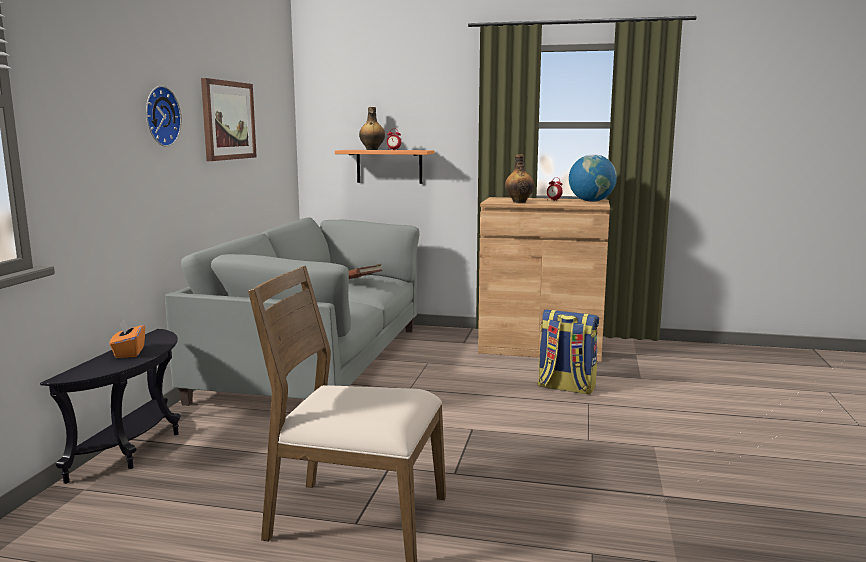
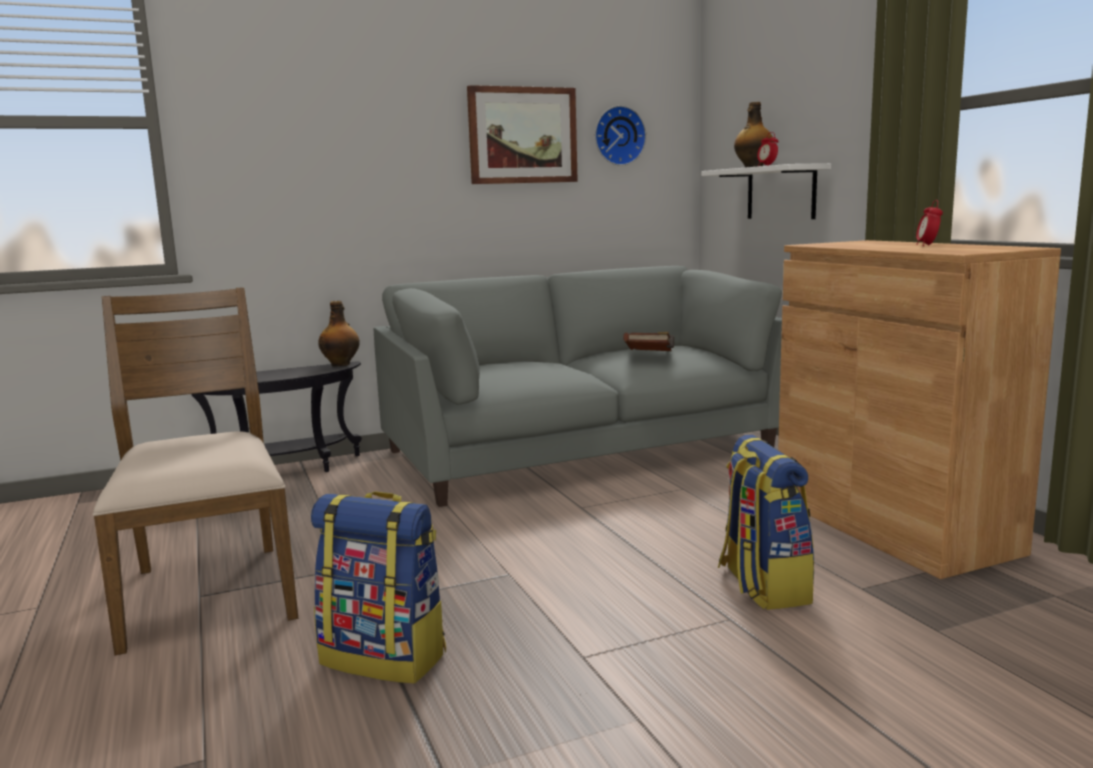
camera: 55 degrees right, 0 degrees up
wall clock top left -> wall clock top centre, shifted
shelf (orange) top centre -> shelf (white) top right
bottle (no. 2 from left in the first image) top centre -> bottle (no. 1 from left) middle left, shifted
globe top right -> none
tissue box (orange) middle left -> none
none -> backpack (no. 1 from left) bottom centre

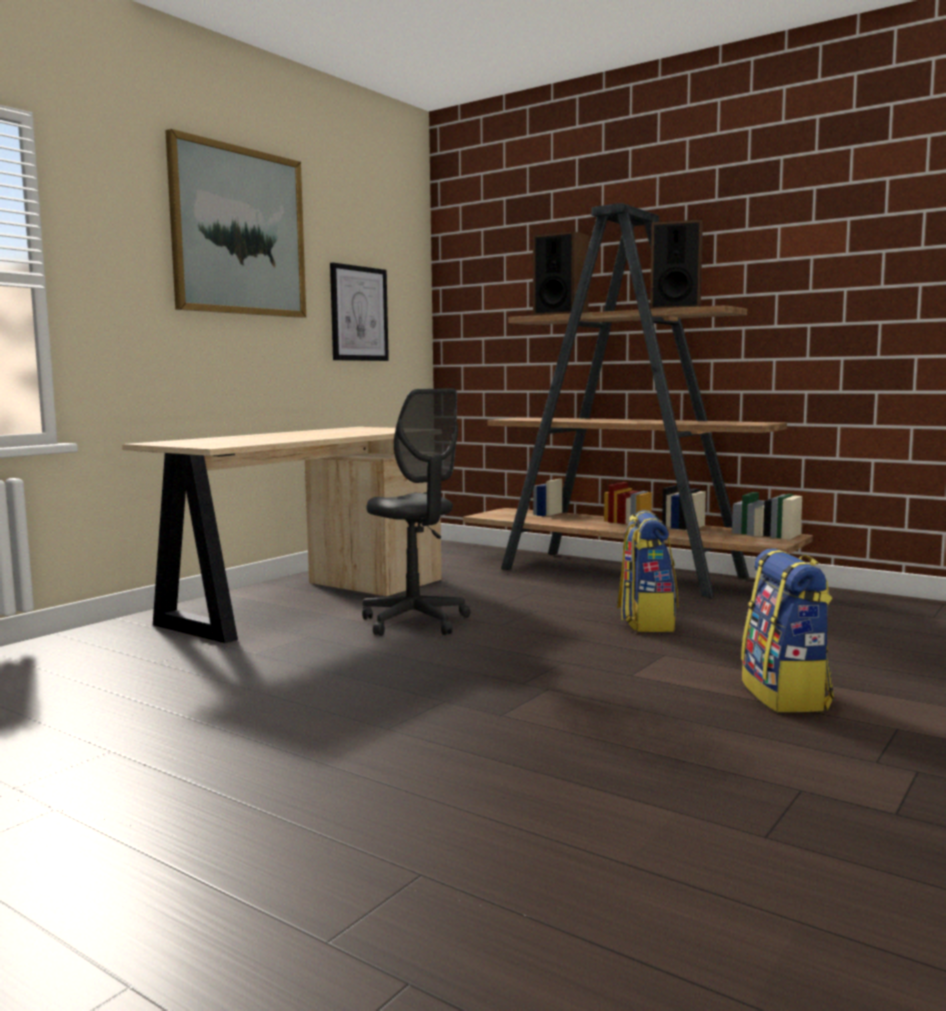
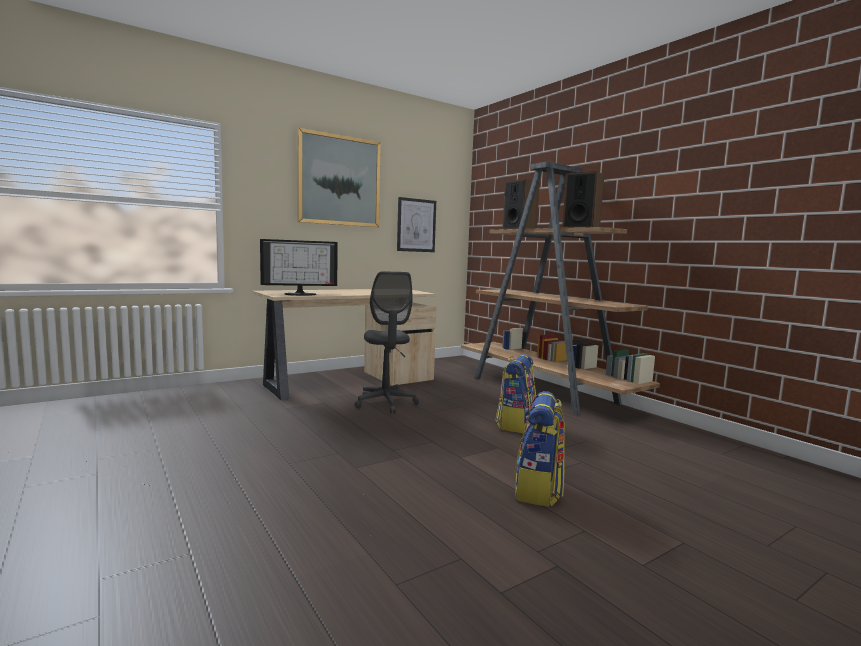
camera: 20 degrees right, 0 degrees up
none -> monitor centre

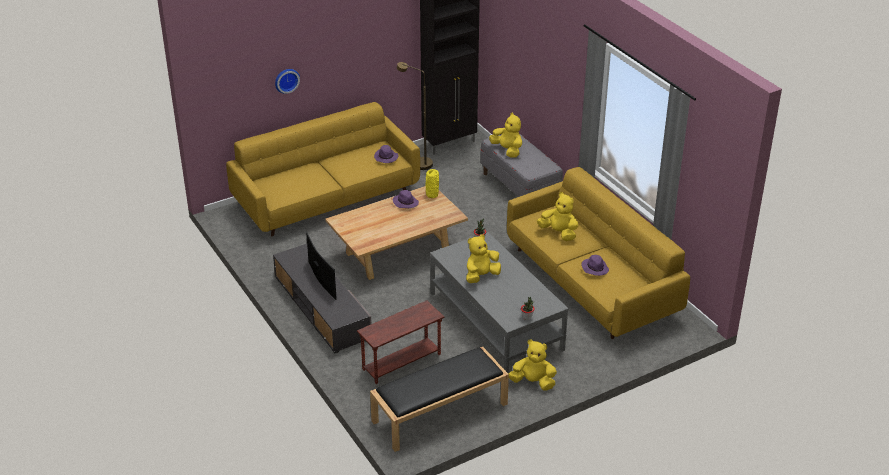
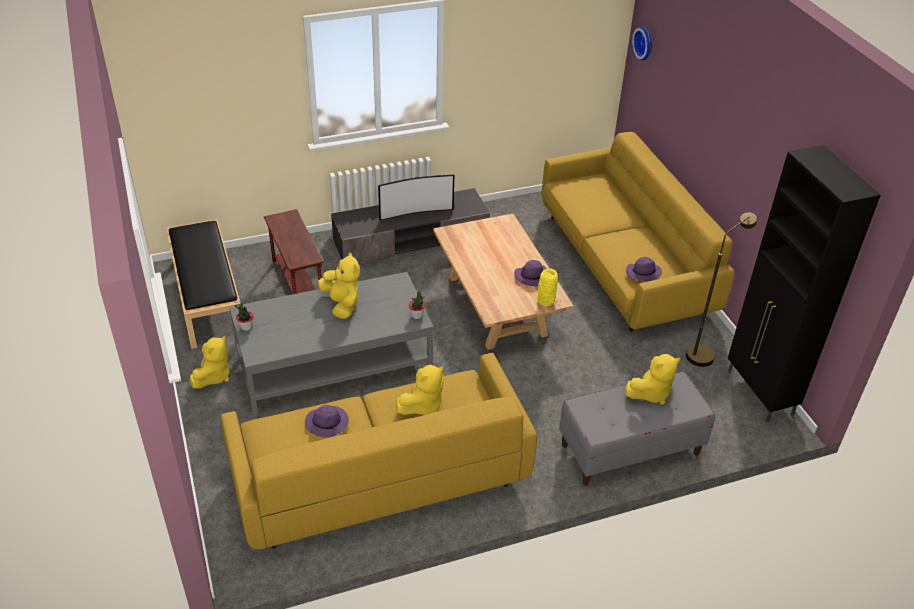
camera: 100 degrees right, 5 degrees up
wall clock top left -> wall clock top right, shifted

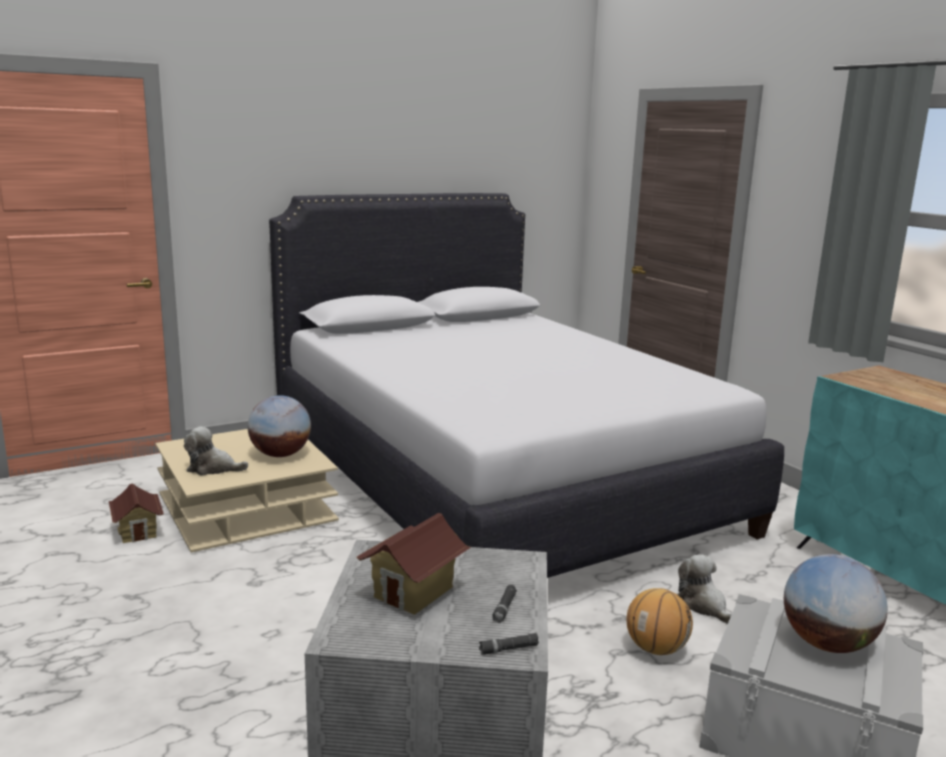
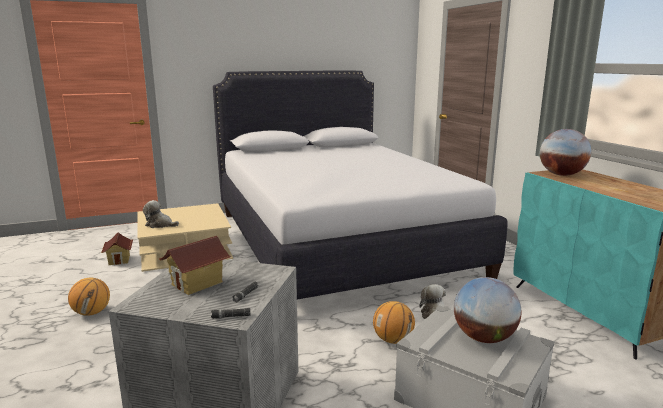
camera: 10 degrees right, 0 degrees up
globe (no. 1 from left in the first image) middle left -> globe (no. 2 from left) middle right, shifted
none -> basketball (no. 1 from left) bottom left

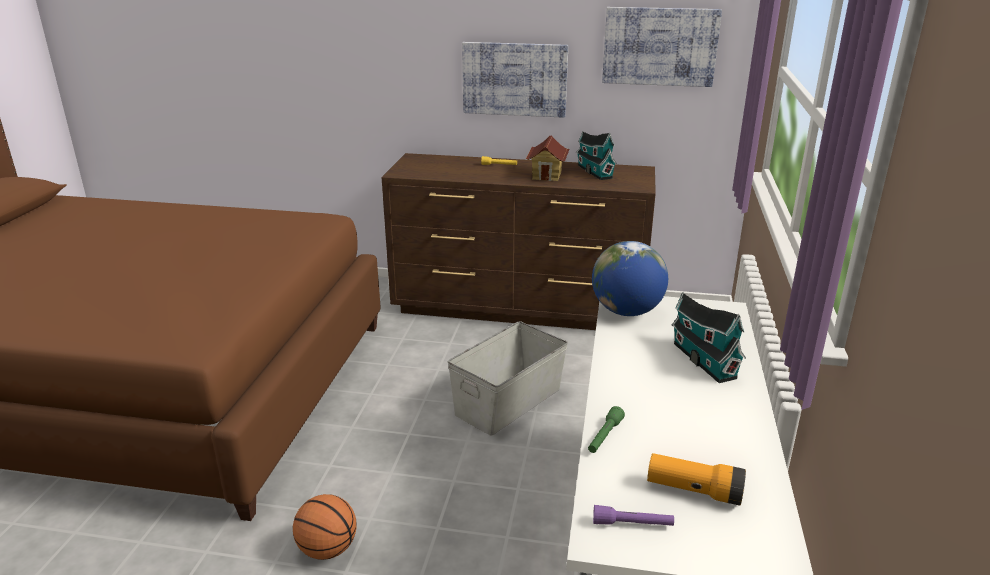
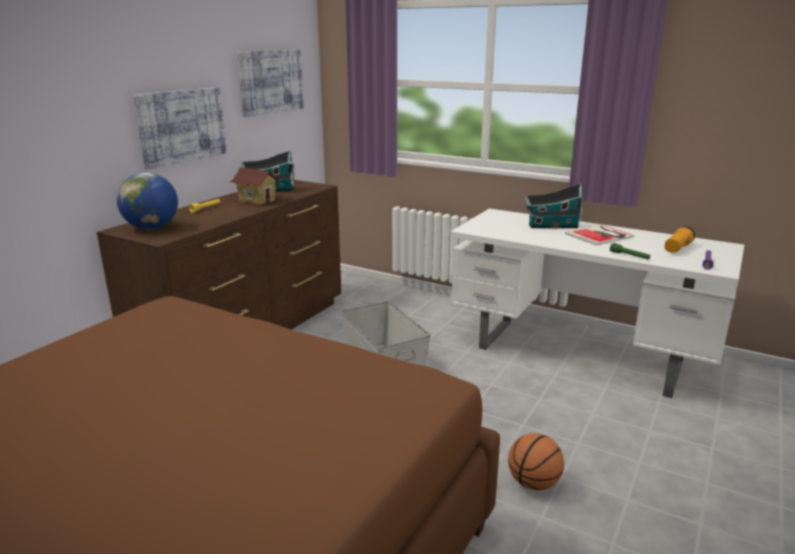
camera: 70 degrees left, 5 degrees down
globe centre -> globe middle left, shifted
none -> book middle right

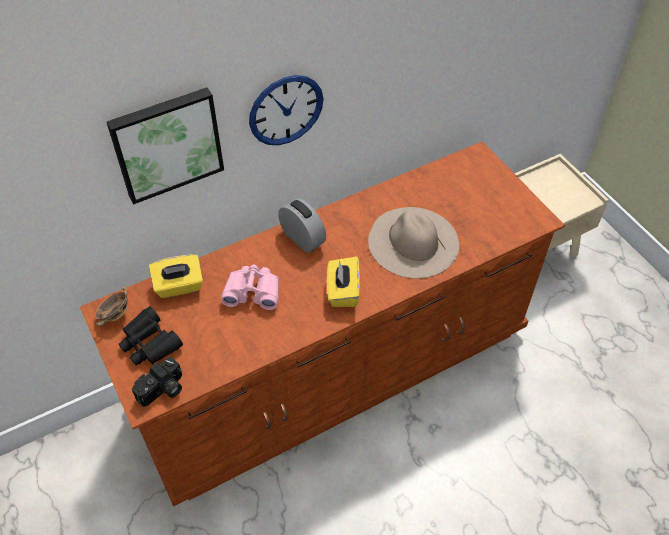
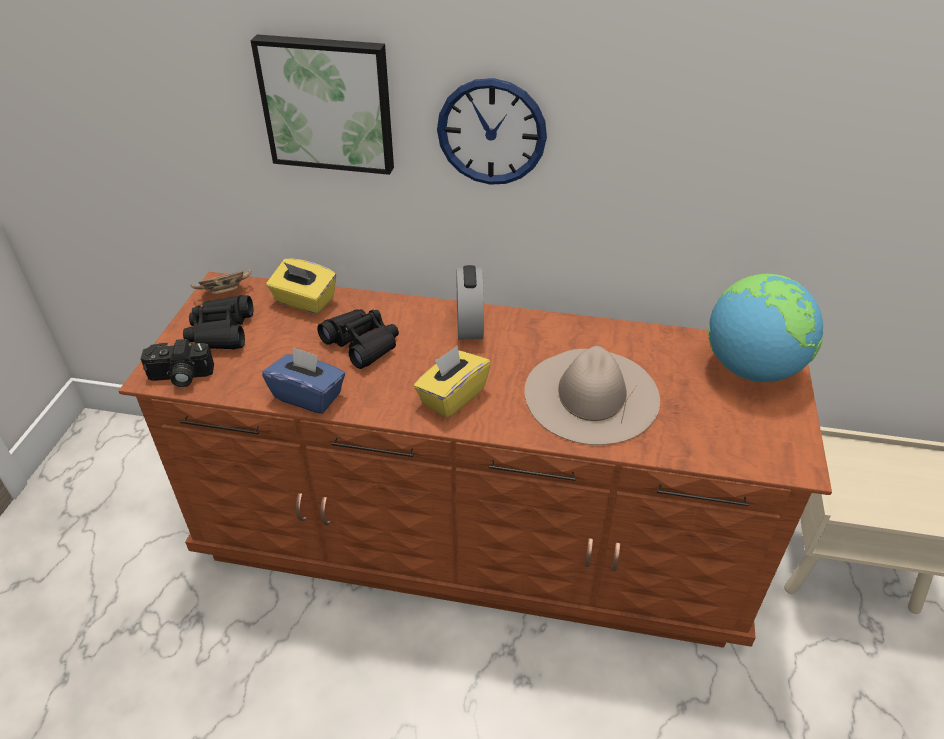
camera: 40 degrees right, 10 degrees down
binoculars (pink) centre -> binoculars (black) (no. 2 from left) centre
none -> globe middle right
none -> tissue box (blue) middle left

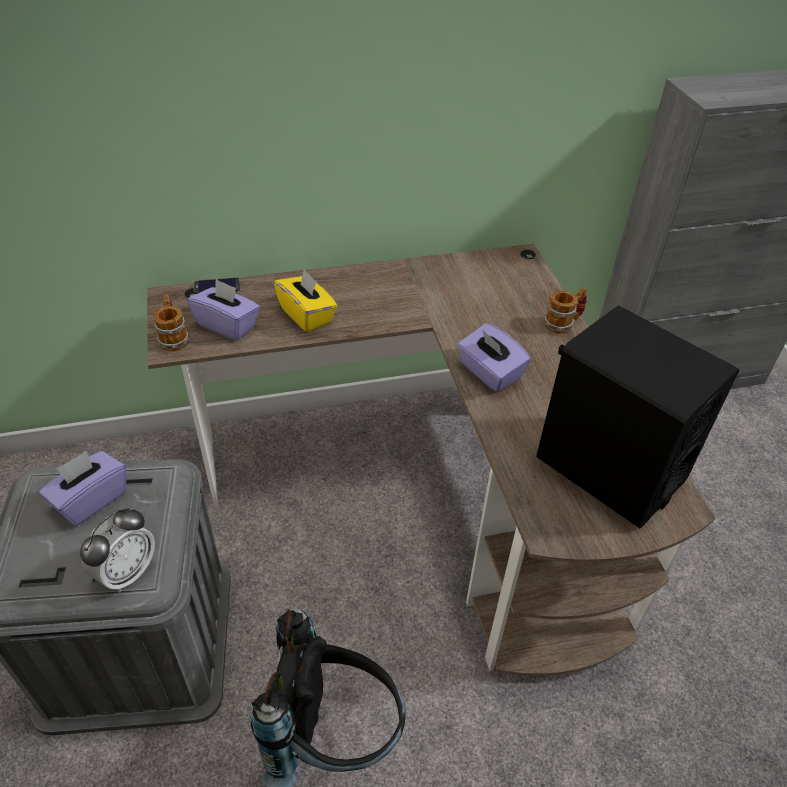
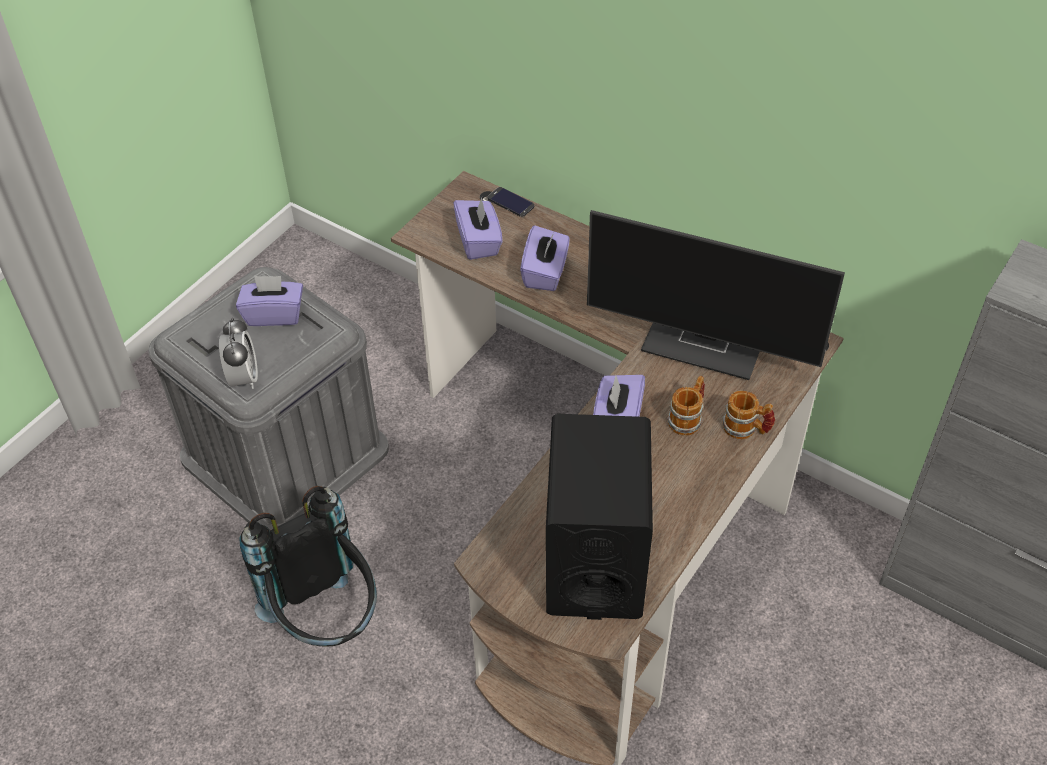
camera: 50 degrees right, 5 degrees up
tissue box (yellow) centre -> tissue box (purple) (no. 3 from left) centre
mug (no. 1 from left) middle left -> mug (no. 1 from left) centre, shifted
alarm clock bottom left -> alarm clock middle left, 90 degrees counterclockwise
none -> monitor middle right

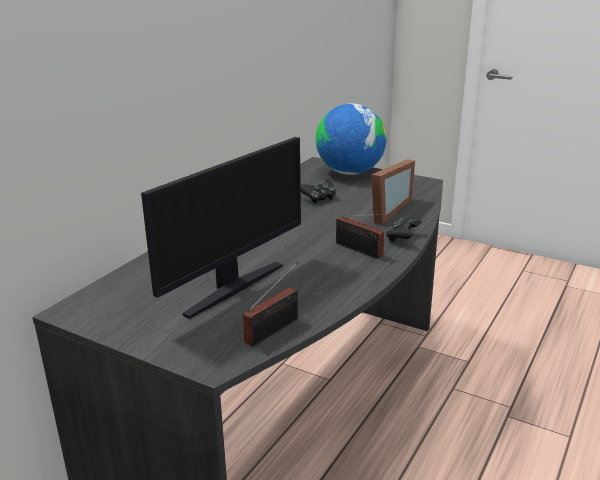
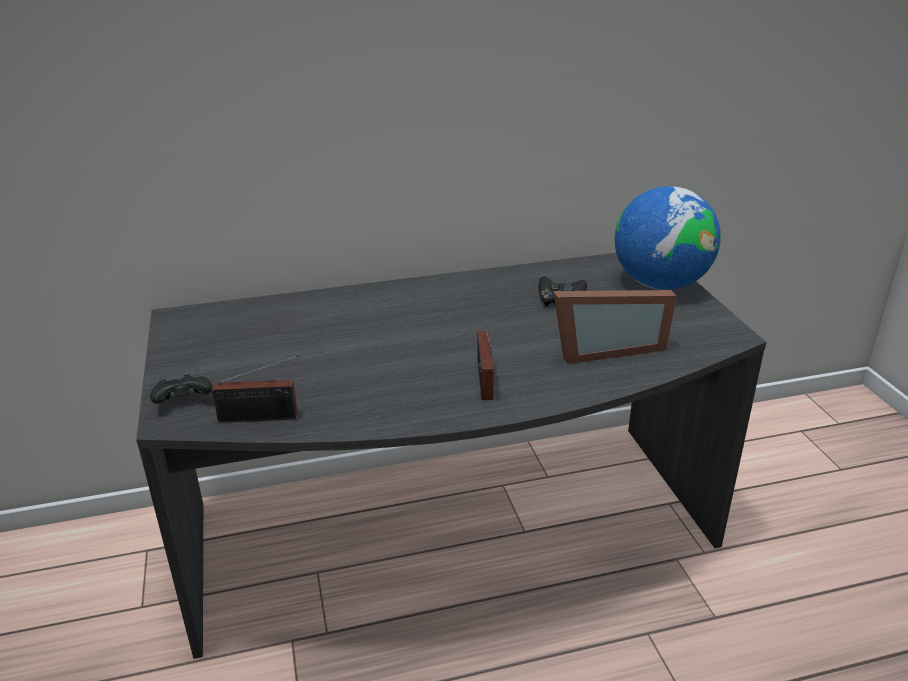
camera: 45 degrees right, 5 degrees up
monitor centre -> none
game controller (black) (no. 2 from left in the first image) middle right -> game controller (black) (no. 1 from left) middle left, shifted

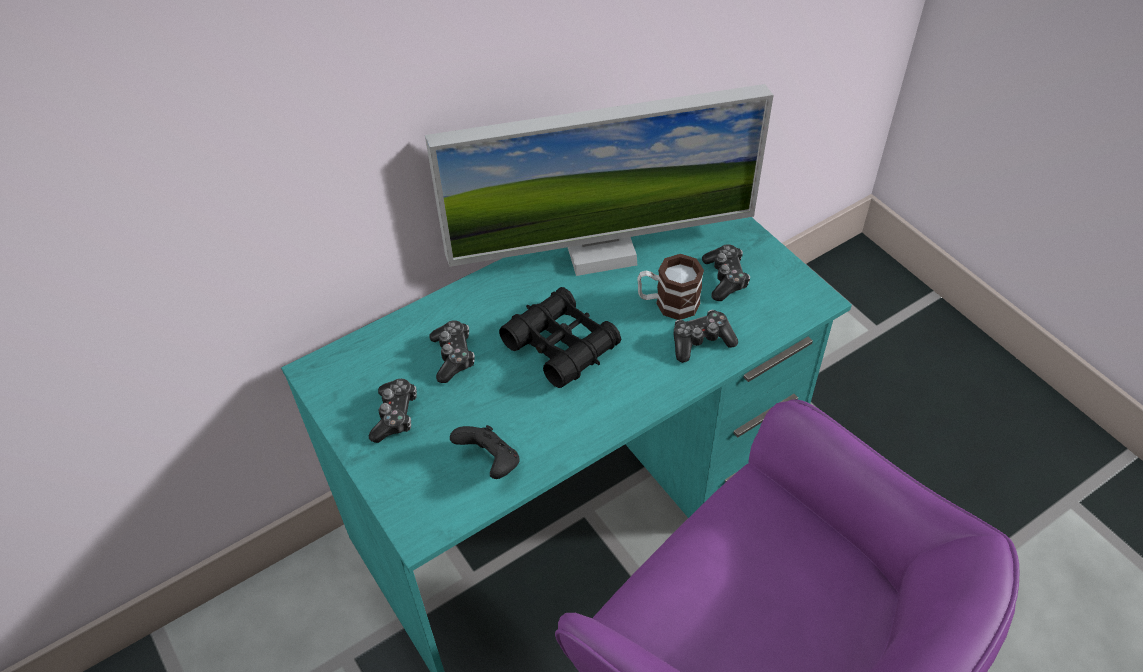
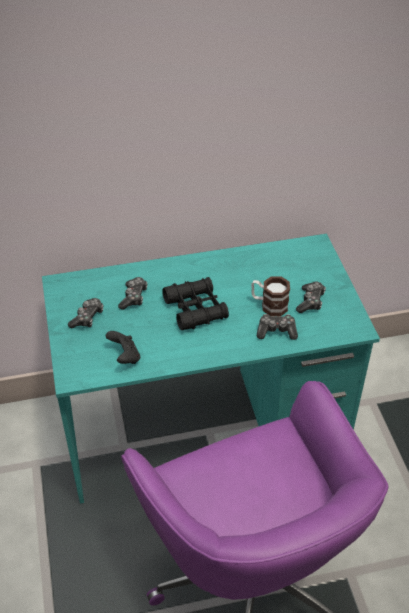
camera: 20 degrees right, 5 degrees down
monitor top centre -> none

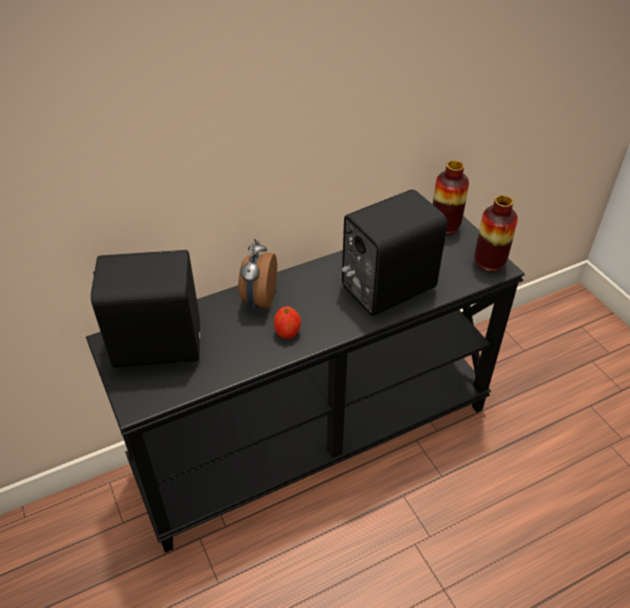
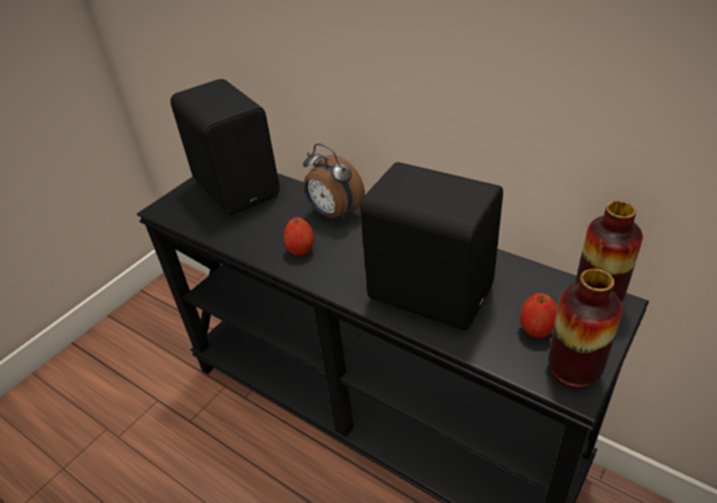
camera: 65 degrees right, 5 degrees down
alarm clock centre, 120 degrees counterclockwise
none -> apple (no. 2 from left) middle right

